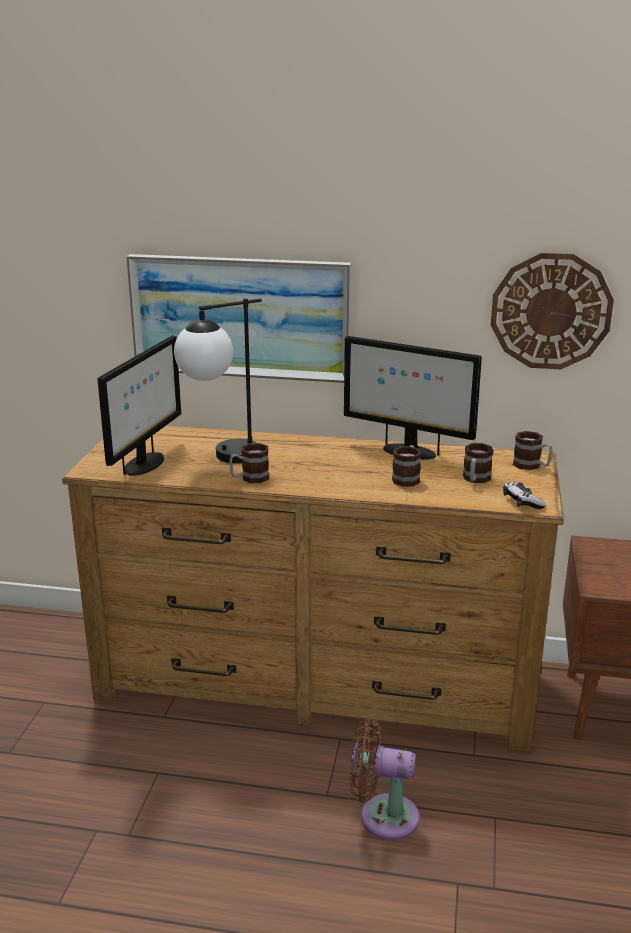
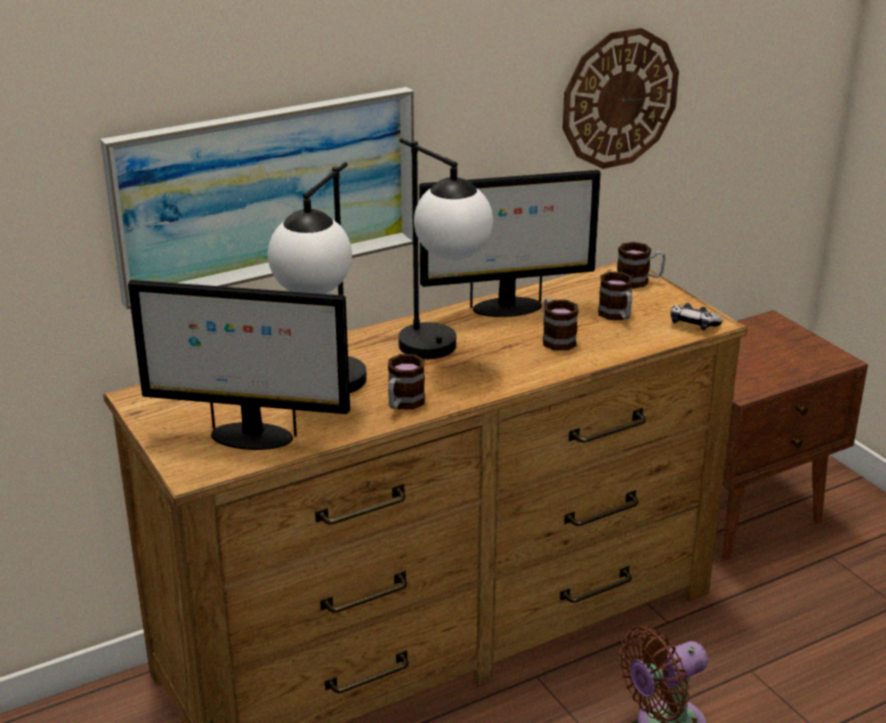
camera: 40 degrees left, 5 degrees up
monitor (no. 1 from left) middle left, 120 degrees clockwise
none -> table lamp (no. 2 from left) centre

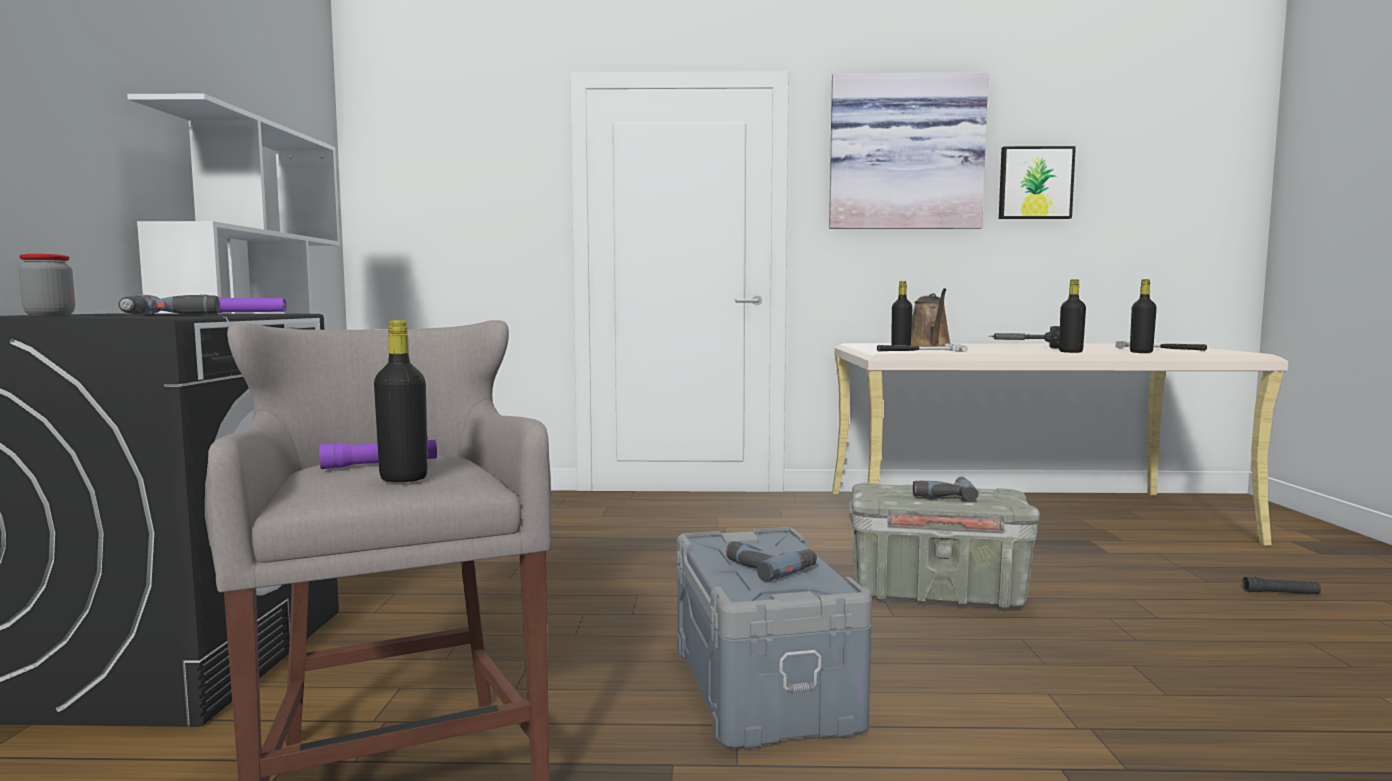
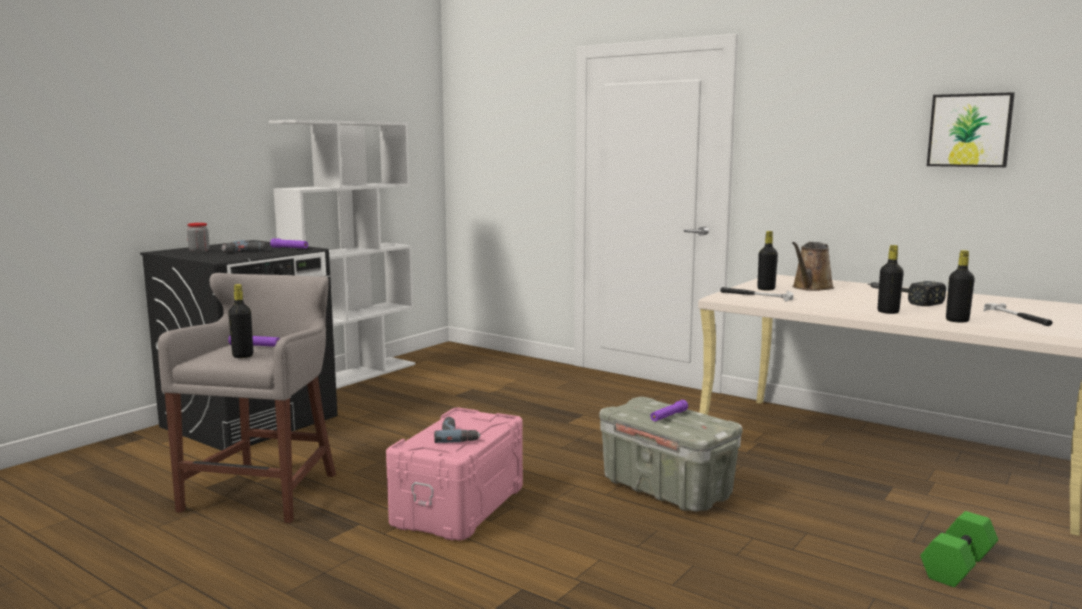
camera: 35 degrees right, 5 degrees up
picture (no. 1 from left) top centre -> none
power drill (no. 3 from left) middle right -> flashlight (purple) (no. 3 from left) bottom centre
storage box (grey) (no. 1 from left) bottom centre -> storage box (pink) bottom centre
flashlight (black) bottom right -> dumbbell (green) bottom right

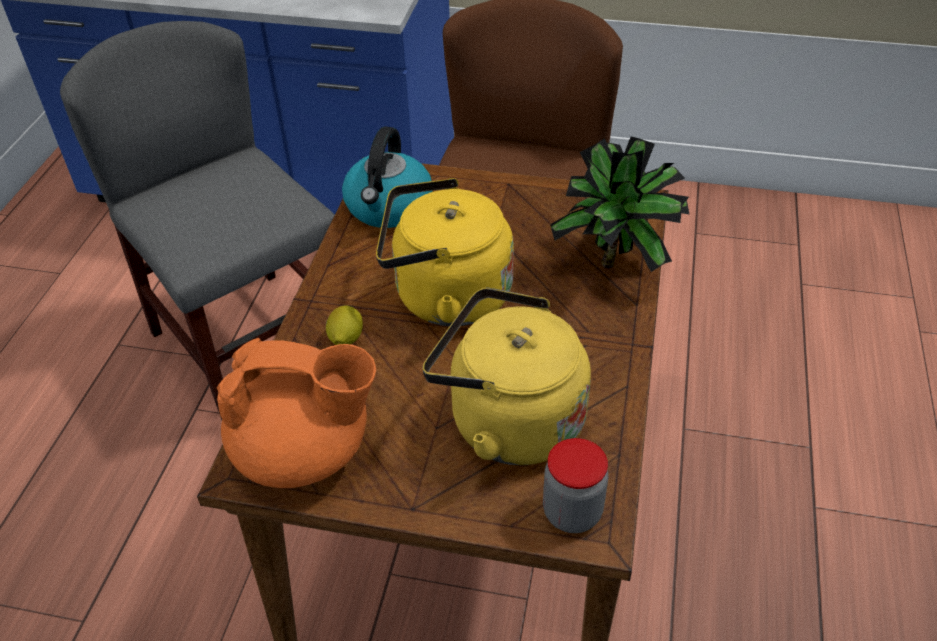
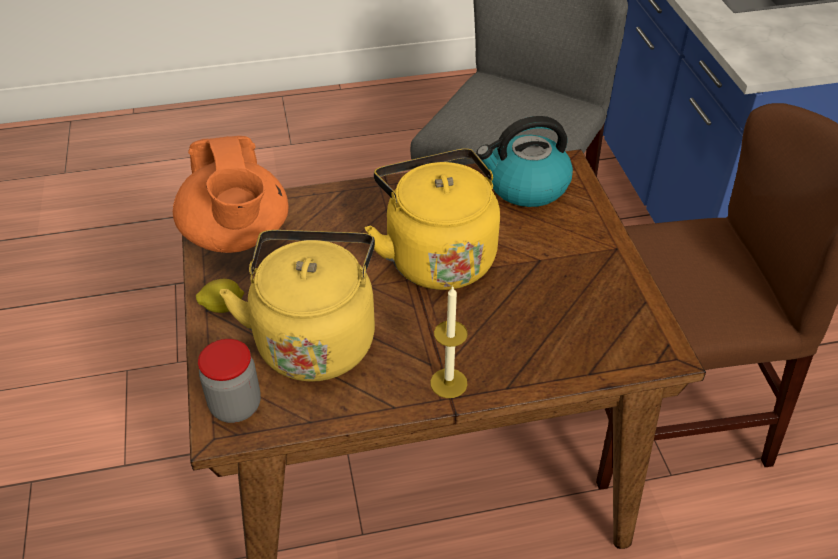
camera: 65 degrees right, 0 degrees up
potted plant top centre -> none
lemon centre -> lemon middle left, shifted
none -> candle centre

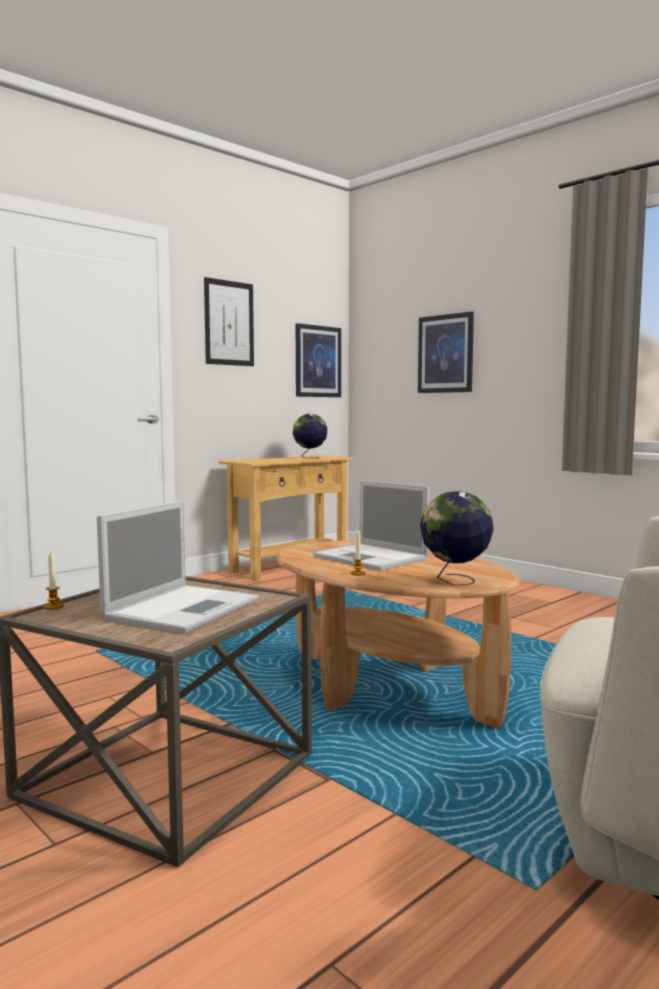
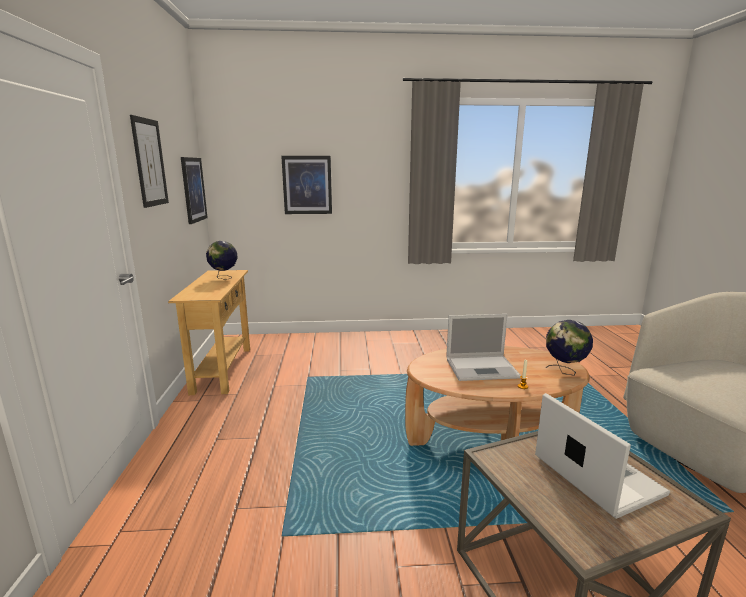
camera: 50 degrees left, 10 degrees up
candle (no. 1 from left) middle left -> none

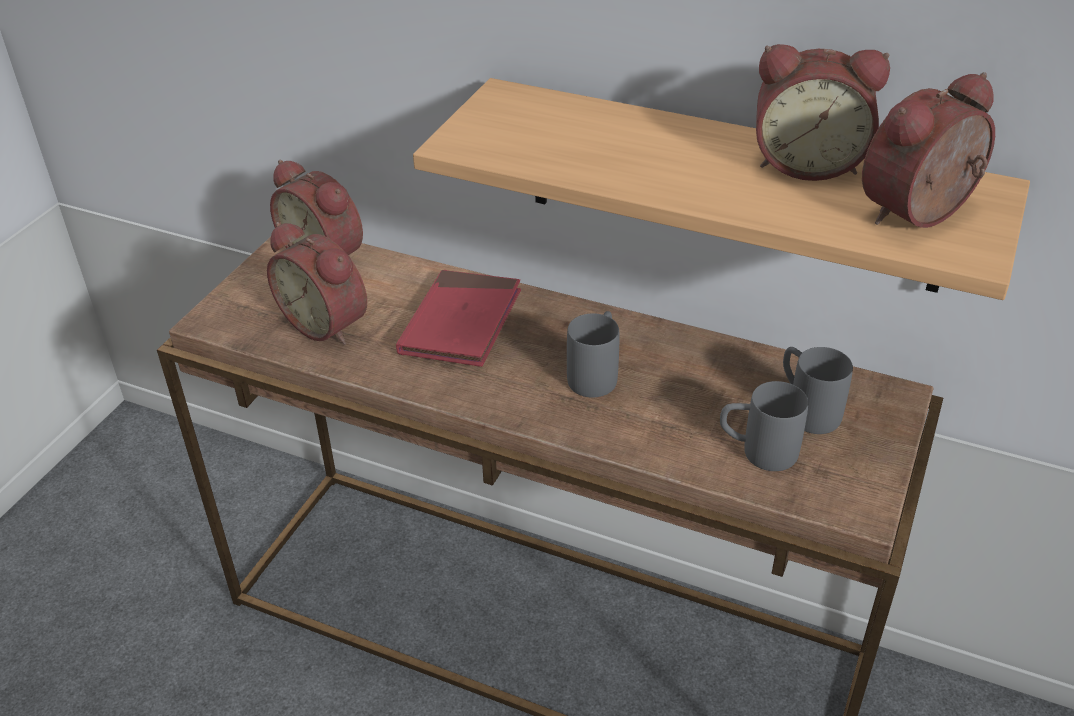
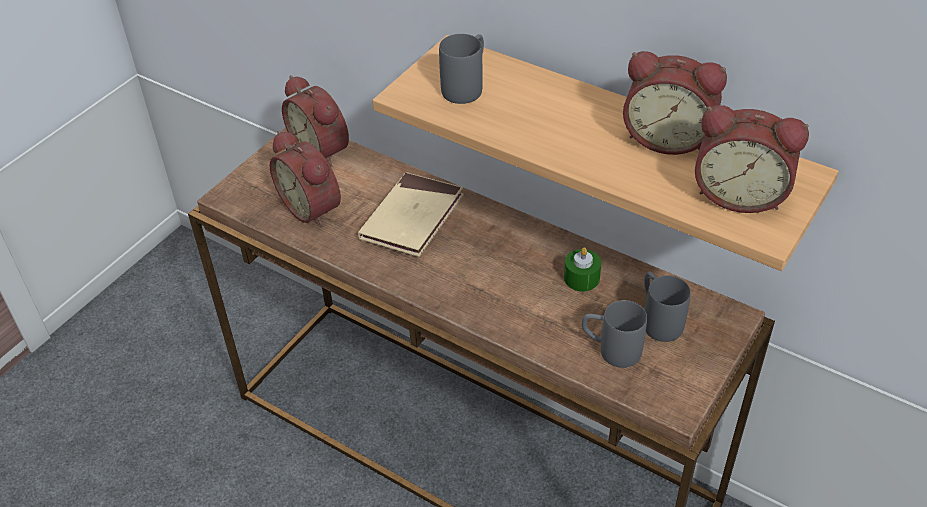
camera: 10 degrees right, 5 degrees up
alarm clock (no. 4 from left) top right, 135 degrees counterclockwise
book (red) centre -> book (beige) centre
mug (grey) (no. 1 from left) centre -> mug (grey) (no. 1 from left) top centre, shifted
none -> candle (green) centre

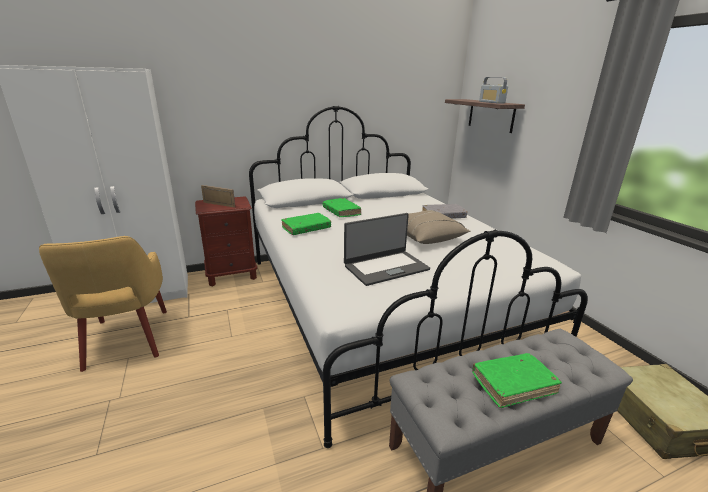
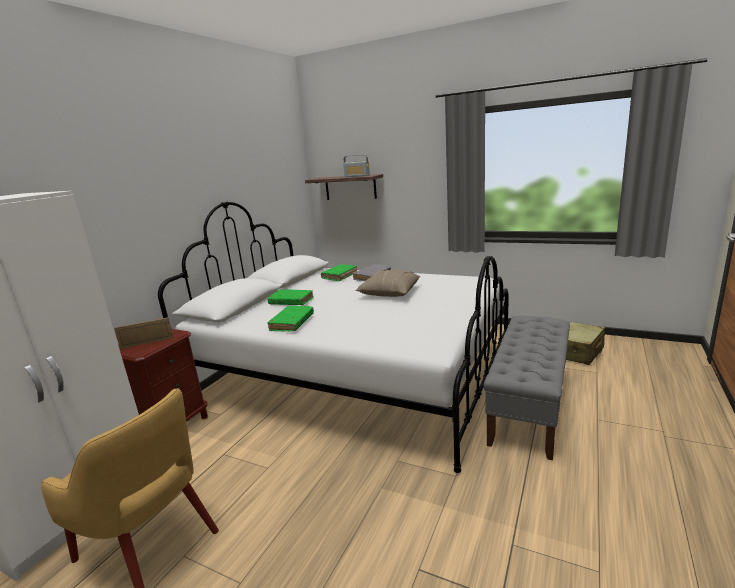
camera: 40 degrees left, 5 degrees down
laptop centre -> none
book (green) (no. 3 from left) bottom right -> book (green) (no. 3 from left) centre, shifted

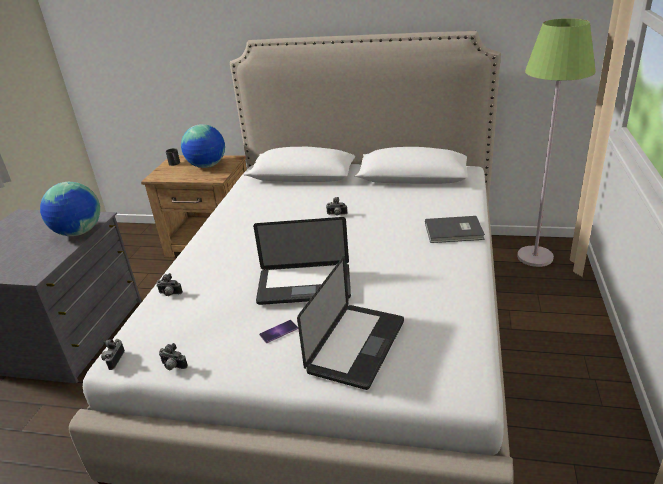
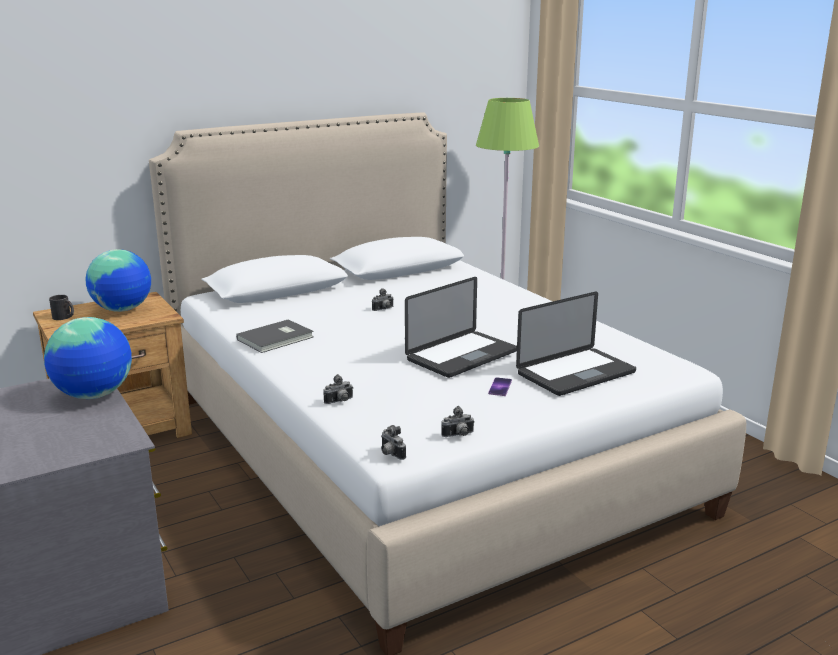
camera: 45 degrees left, 10 degrees down
book (grey) middle right -> book (grey) middle left, shifted
laptop (no. 2 from left) bottom centre -> laptop (no. 2 from left) middle right, 75 degrees clockwise

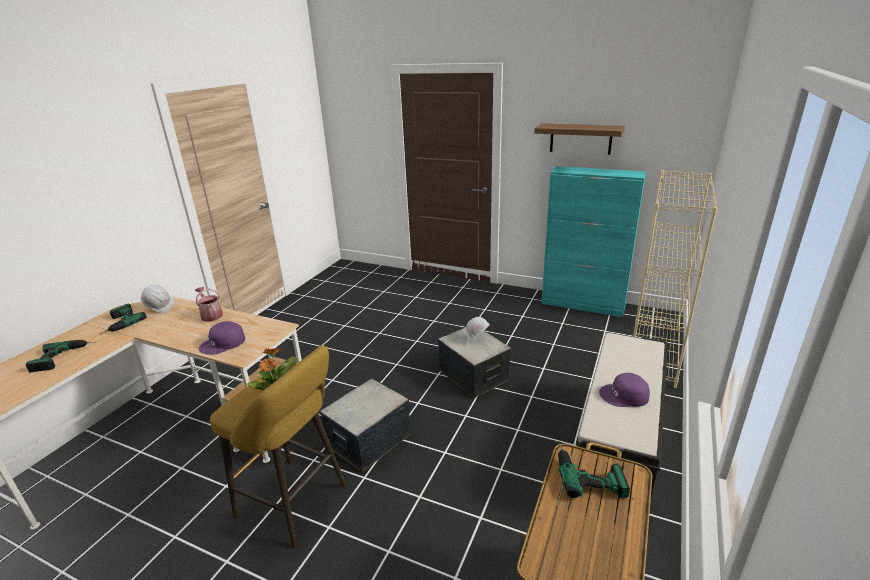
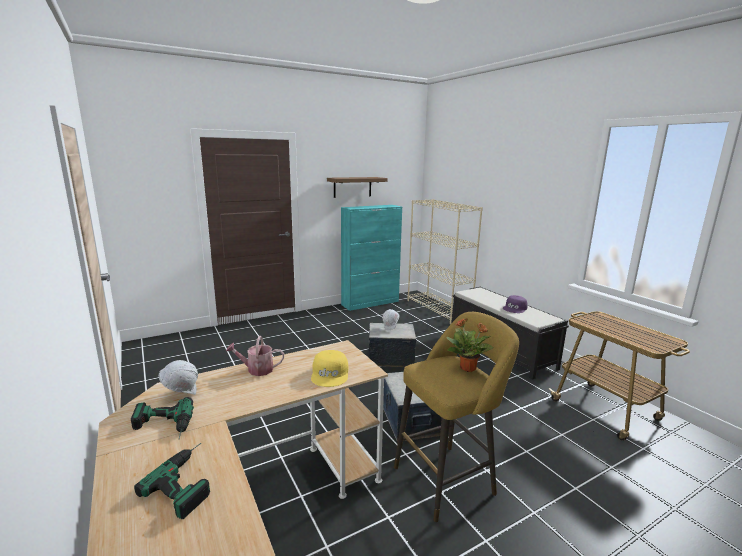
camera: 55 degrees left, 10 degrees down
cap (purple) (no. 1 from left) middle left -> cap (yellow) centre
power drill (no. 3 from left) bottom right -> none

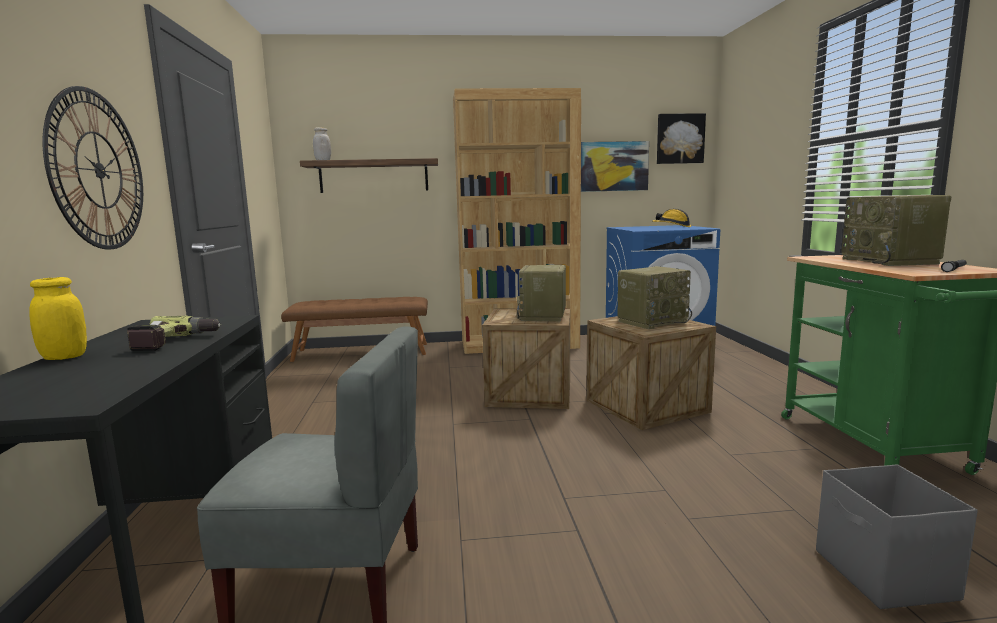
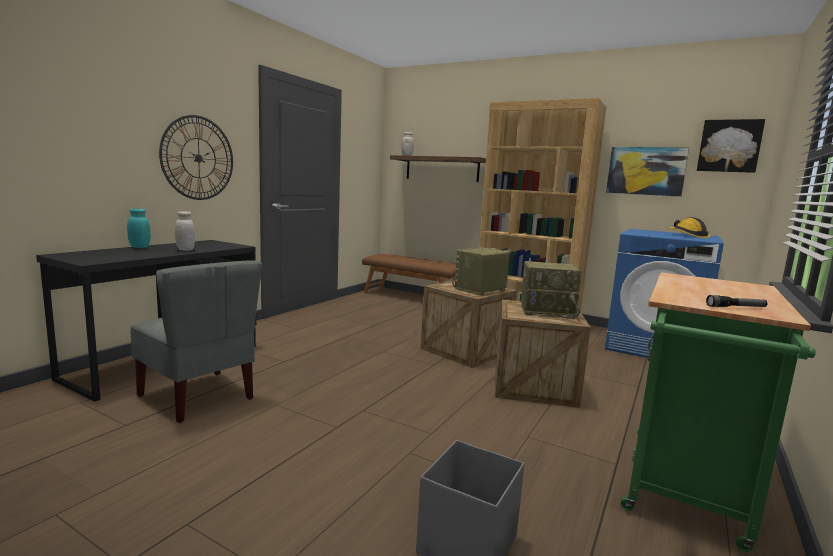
camera: 35 degrees right, 0 degrees up
radio (no. 3 from left) middle right -> none
jar (yellow) middle left -> jar (turquoise) middle left
power drill middle left -> jar (white) (no. 1 from left) middle left

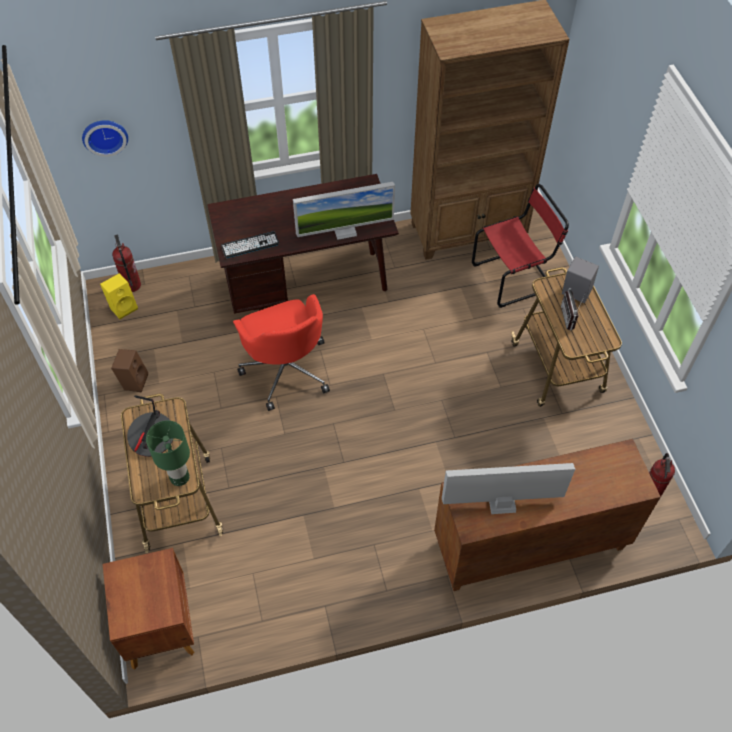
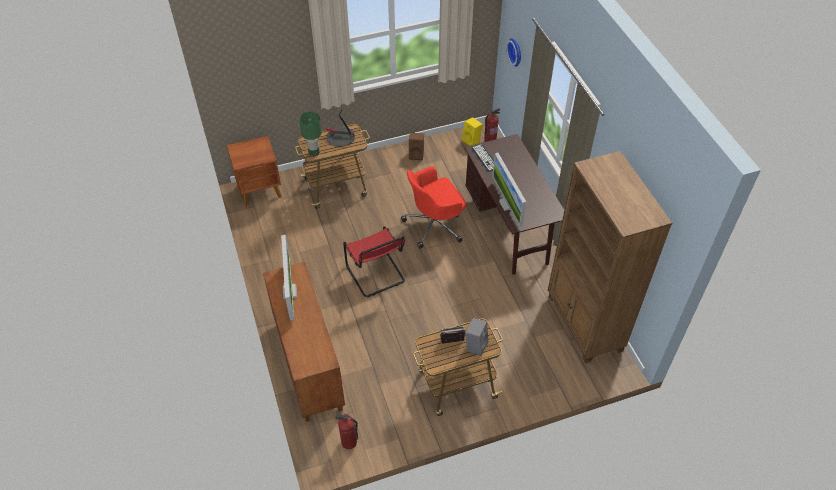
camera: 85 degrees right, 5 degrees down
chair (red) middle right -> chair (red) centre, shifted

